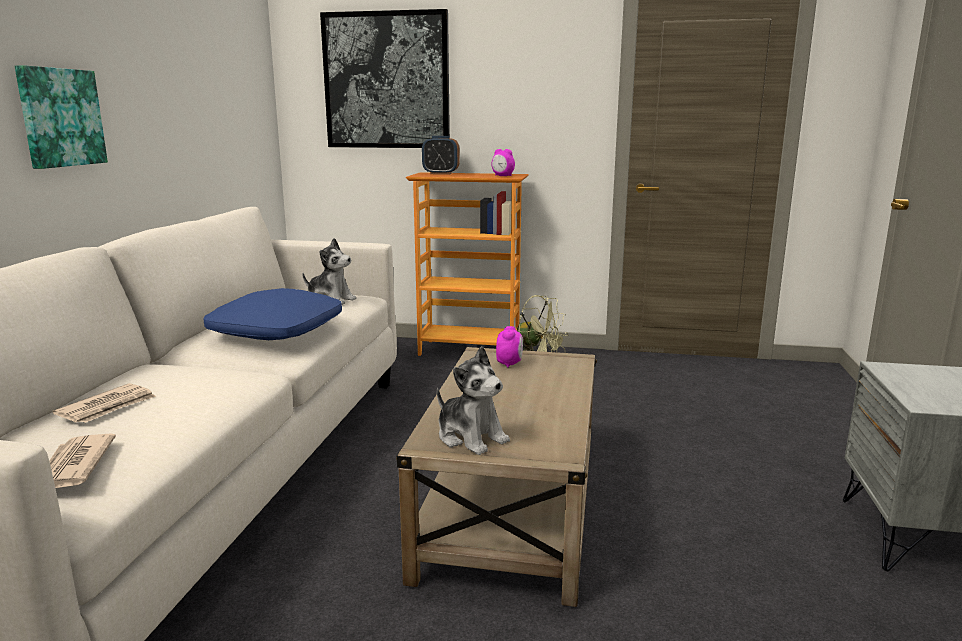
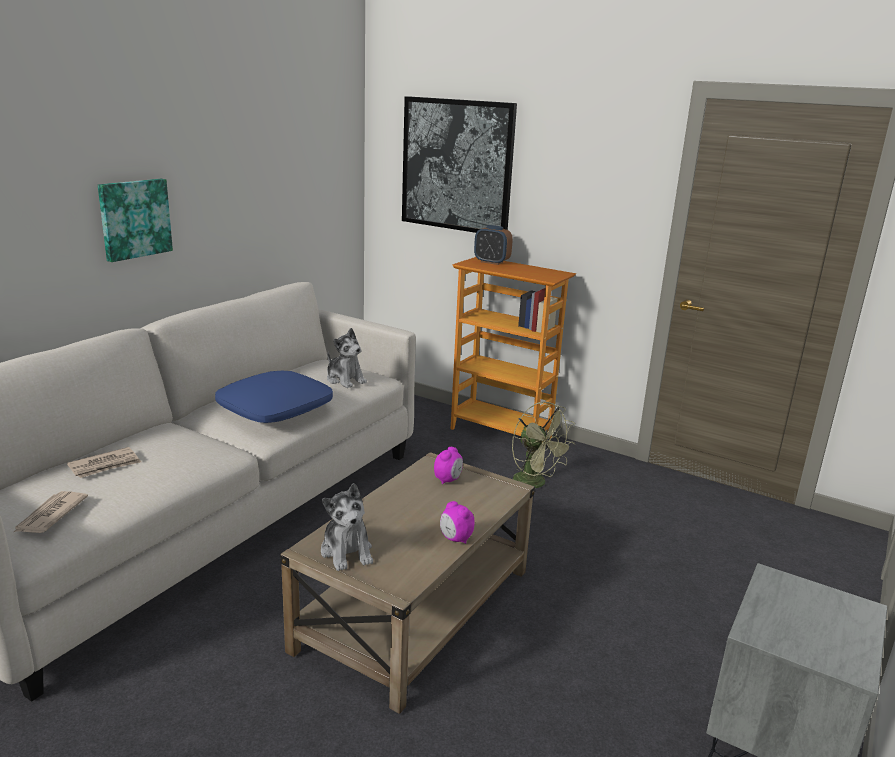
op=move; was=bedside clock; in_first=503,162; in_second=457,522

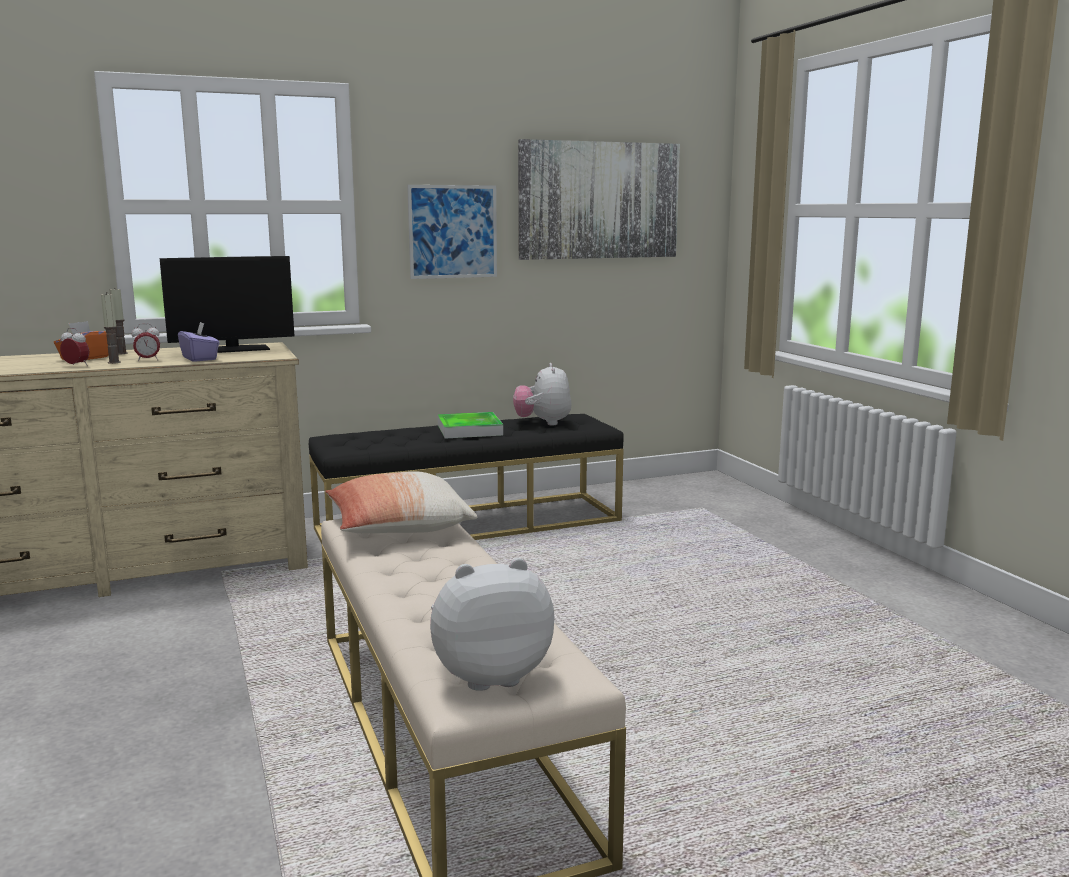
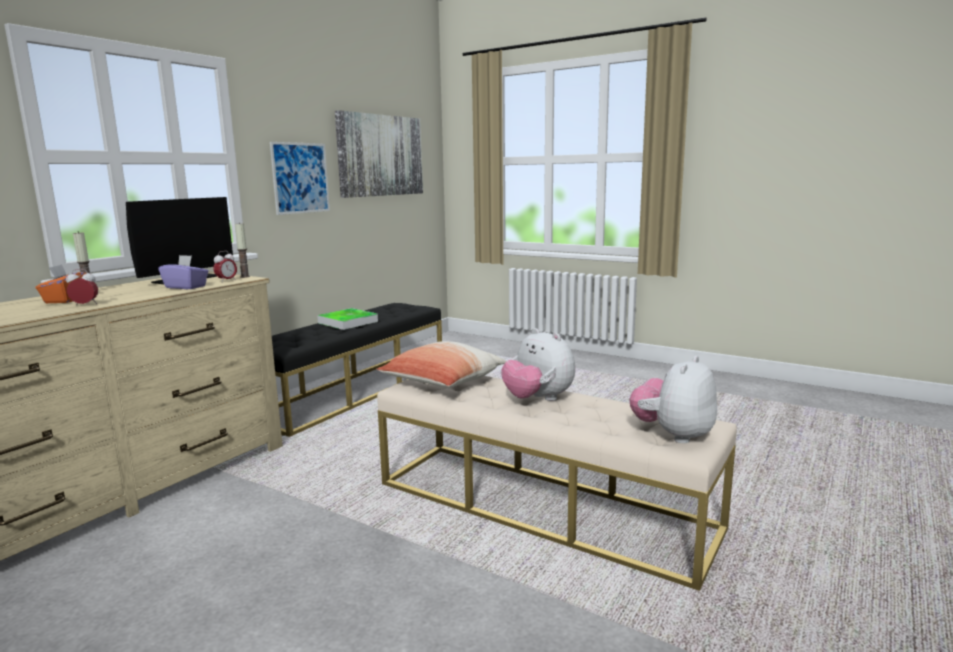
op=move; was=bedside clock; in_first=146,342; in_second=225,267
op=move; was=wax light; in_first=111,328; in_second=242,250
op=move; was=soft toy; in_first=542,394; in_second=538,364

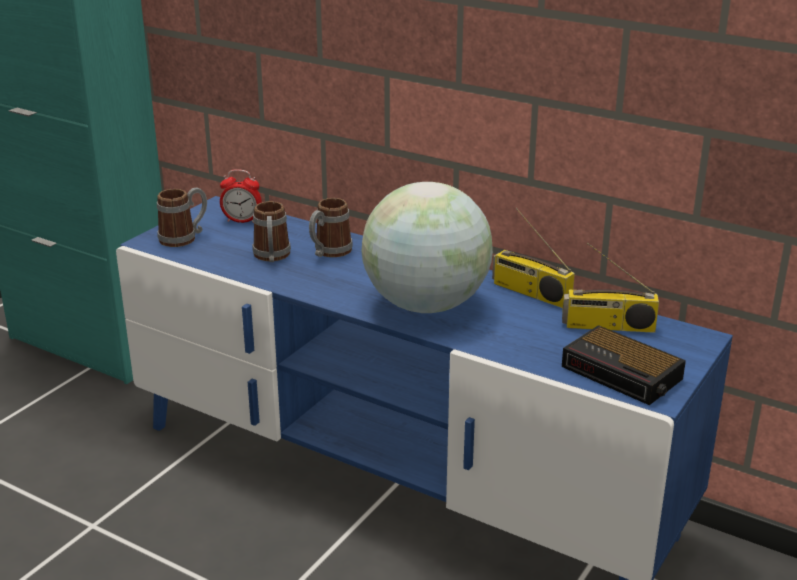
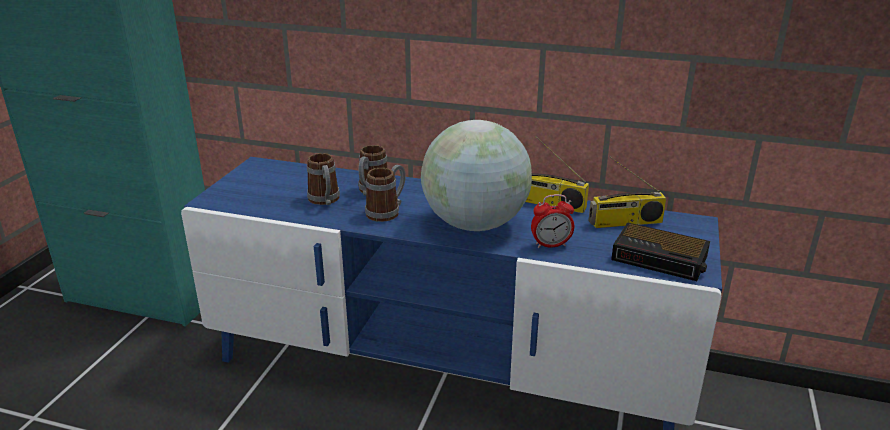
op=move; was=mug; in_first=182,217; in_second=385,193
op=move; was=bedside clock; in_first=241,196; in_second=552,221

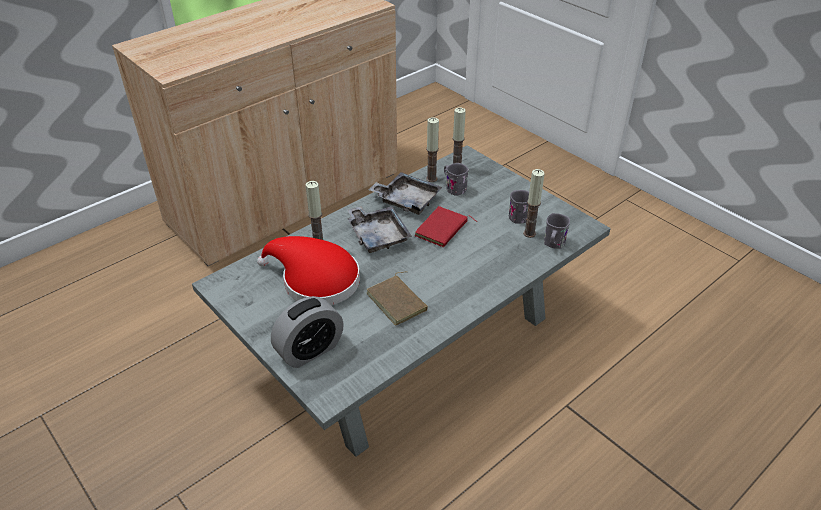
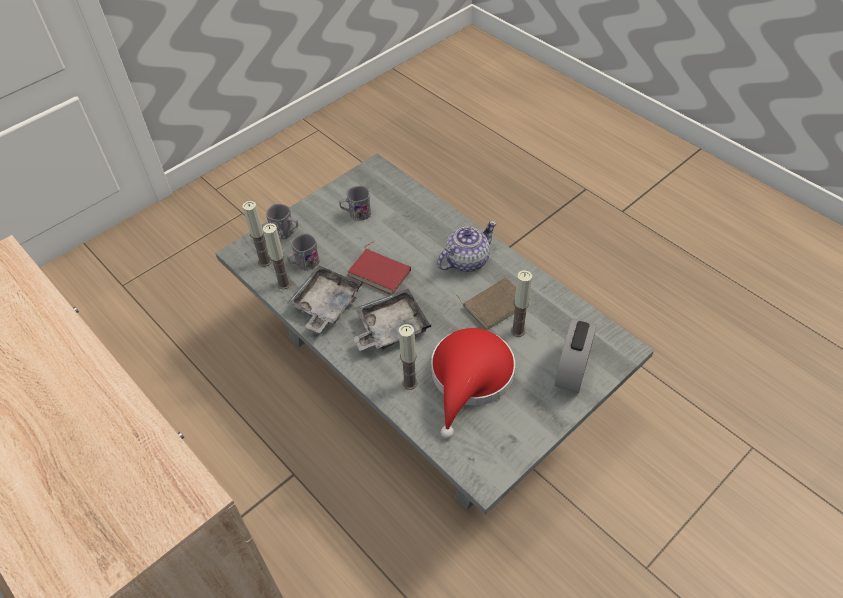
op=move; was=gray mug; in_first=557,231; in_second=282,221
op=insert; now=tea pot; in_second=467,246
op=move; was=wax light; in_first=534,203; in_second=521,303
op=rotate; was=bedside clock; in_first=307,332; in_second=575,355; clockwise=60

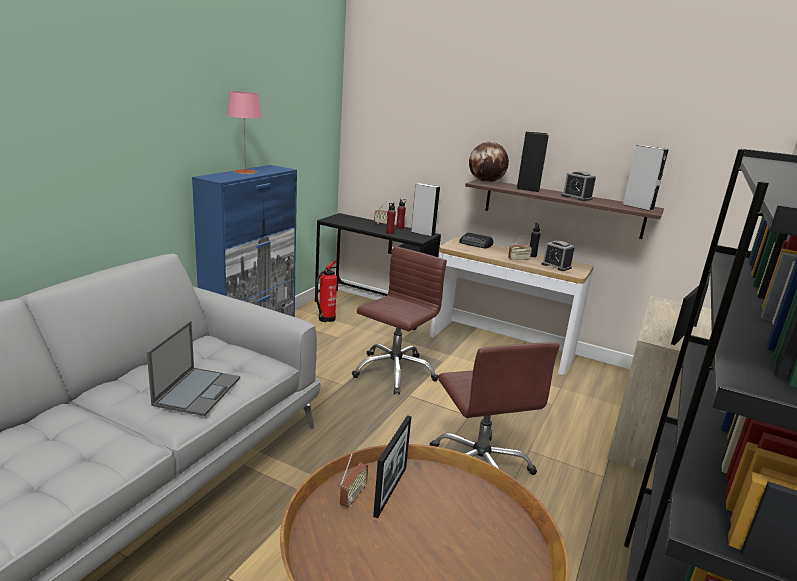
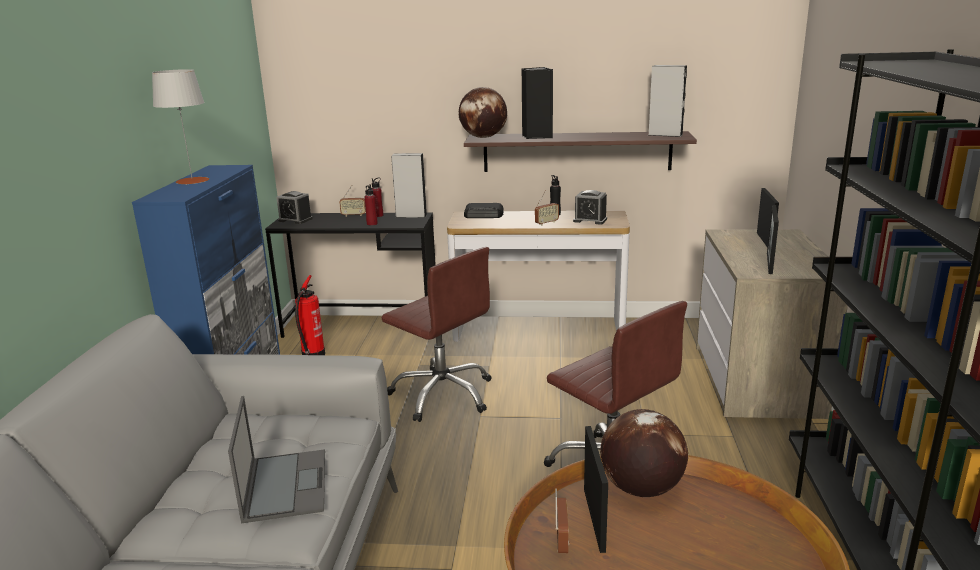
op=recolor; was=pink-coloured lamp for a table; now=gray lamp for a table; in_first=244,132; in_second=180,127
op=move; was=bedside clock; in_first=578,186; in_second=294,207
op=rotate; was=brown-coloured office chair; in_first=399,320; in_second=436,334; clockwise=120
op=insert; now=desk globe; in_second=644,453

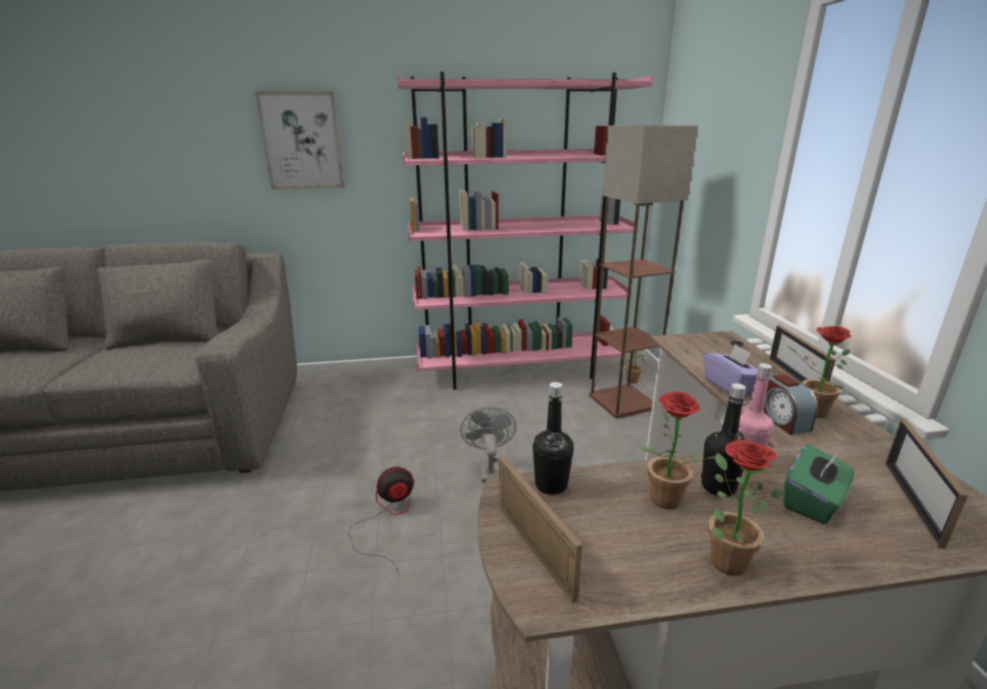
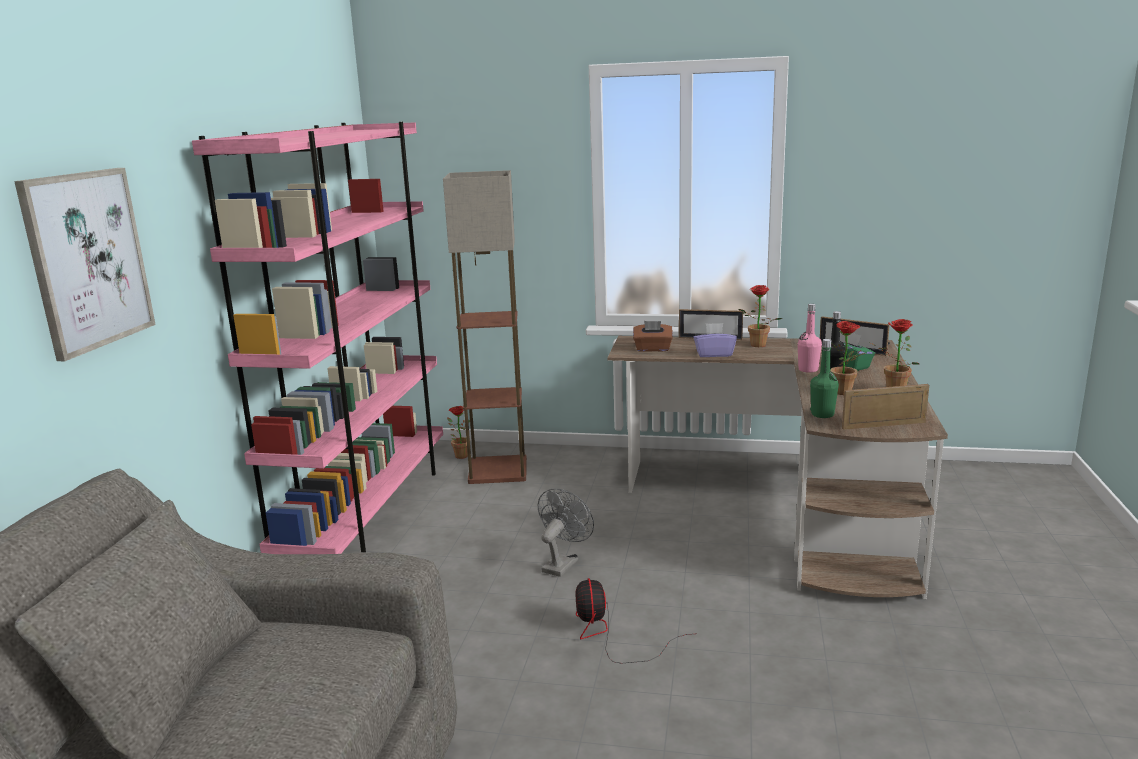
op=rotate; was=gray fan; in_first=488,445; in_second=566,532; clockwise=105
op=insert; now=brown-coloured tissue box; in_second=653,336
op=recolor; was=blackish drink bottle; now=green drink bottle; in_first=553,438; in_second=824,378
op=delete; was=bedside clock; in_first=791,404

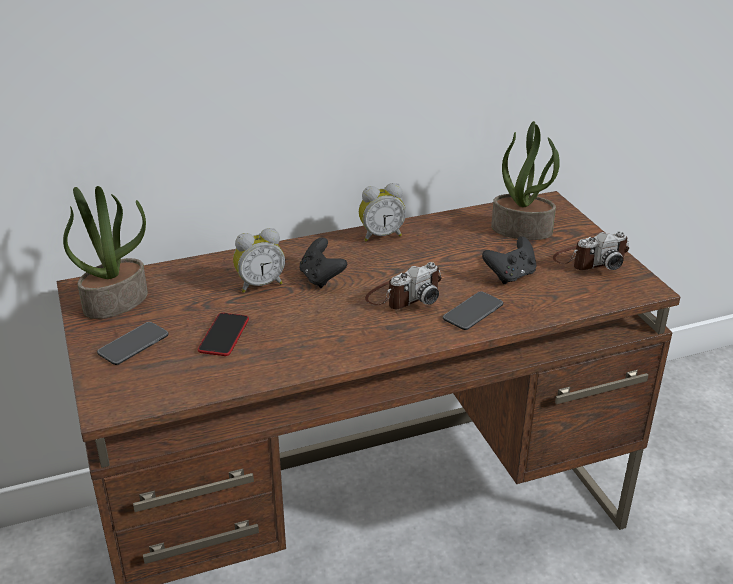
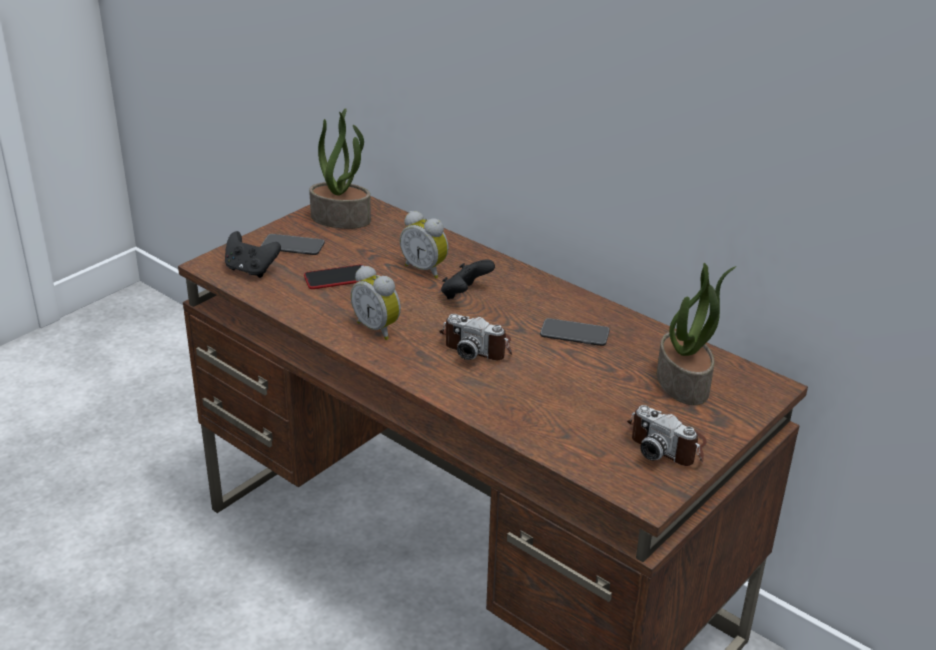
op=move; was=blackish joypad; in_first=509,260; in_second=253,254
op=move; was=bedside clock; in_first=382,212; in_second=376,303
op=move; was=phone; in_first=473,310; in_second=575,332

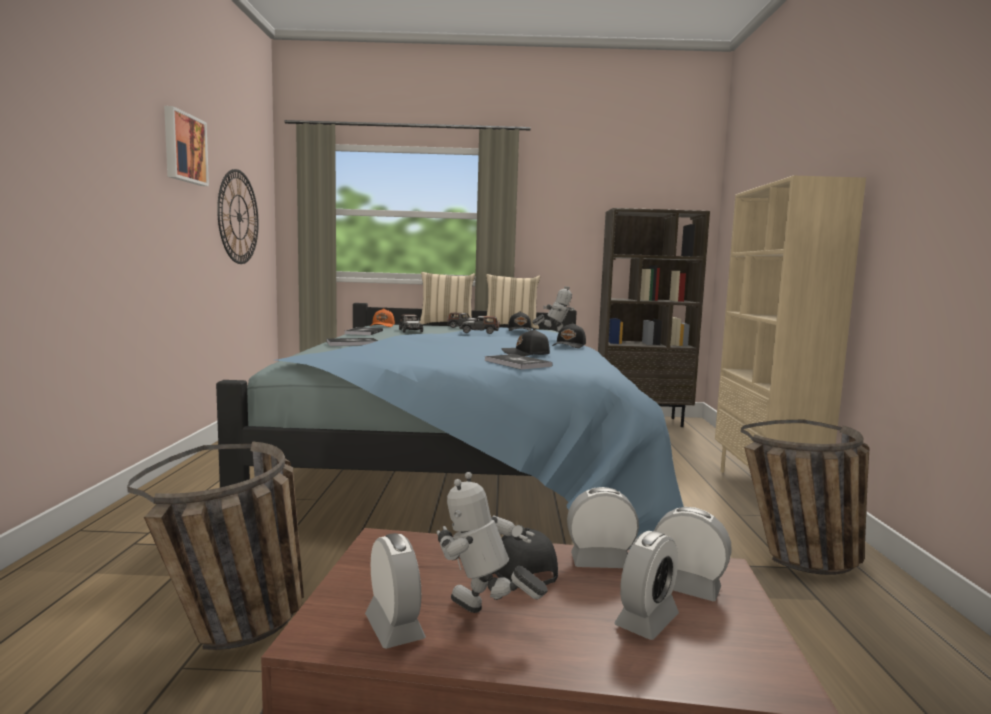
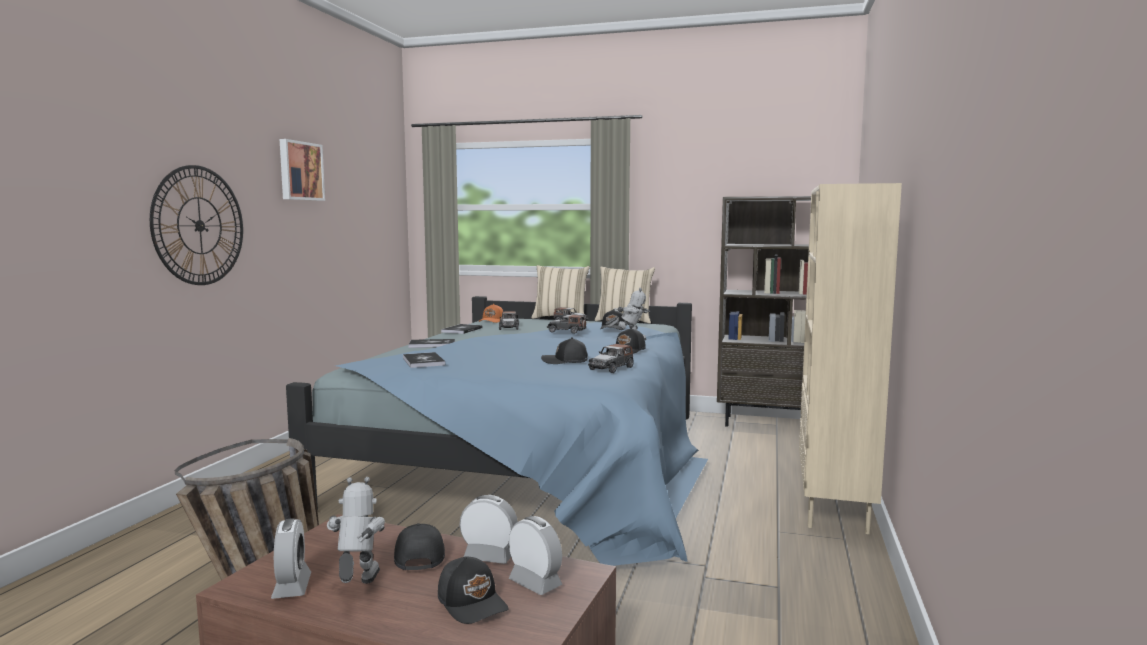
op=move; was=hanging clock; in_first=238,216; in_second=196,225
op=rotate; was=robot figure; in_first=492,542; in_second=356,530; clockwise=45
op=move; was=bound book; in_first=518,362; in_second=424,360
op=replace; was=bedside clock; now=blackish baseball cap; in_first=646,585; in_second=473,590
op=insert; now=model car; in_second=610,358
op=delete; was=household basket; in_first=805,497

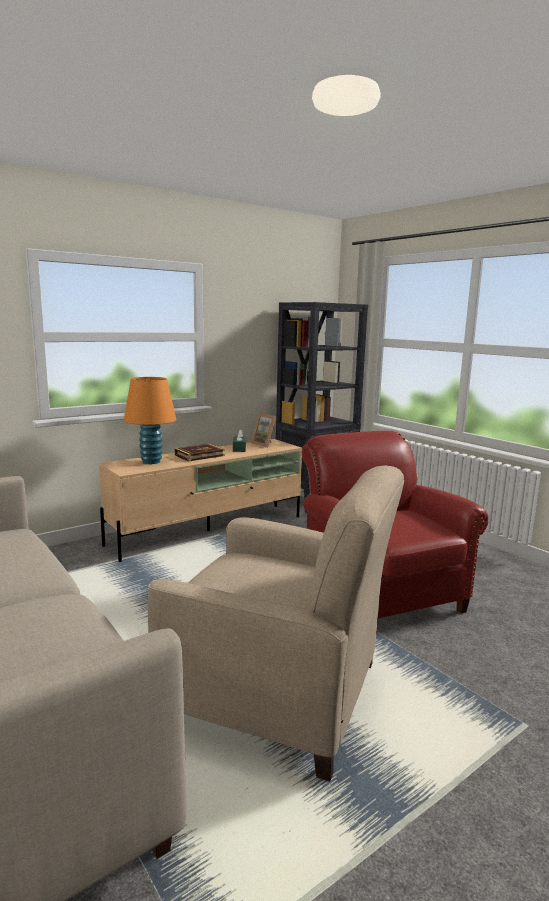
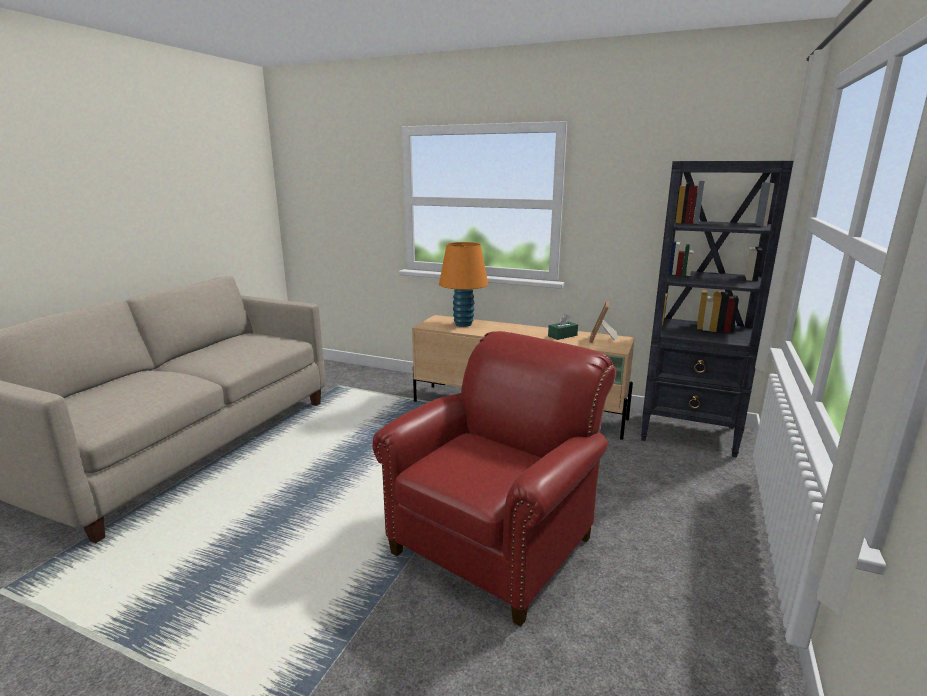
op=delete; was=beige-coloured easy chair; in_first=276,624
op=delete; was=bound book; in_first=200,453

